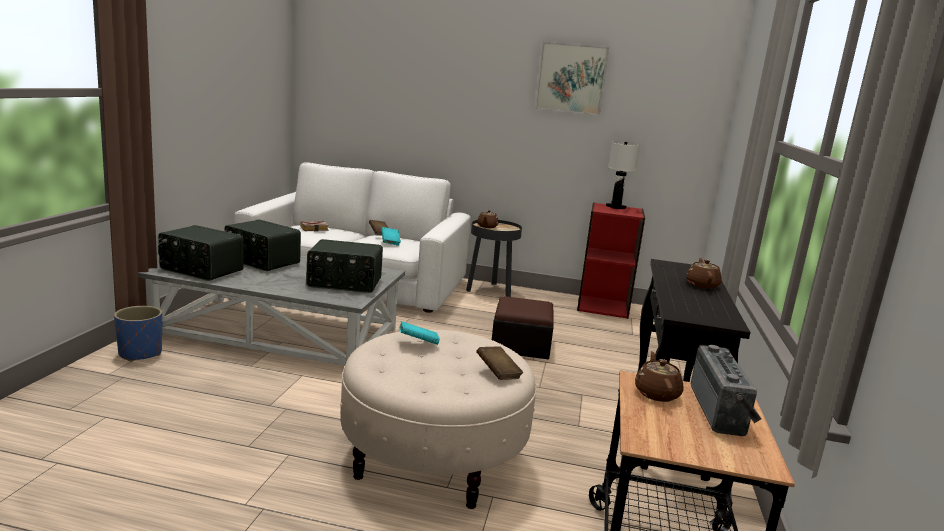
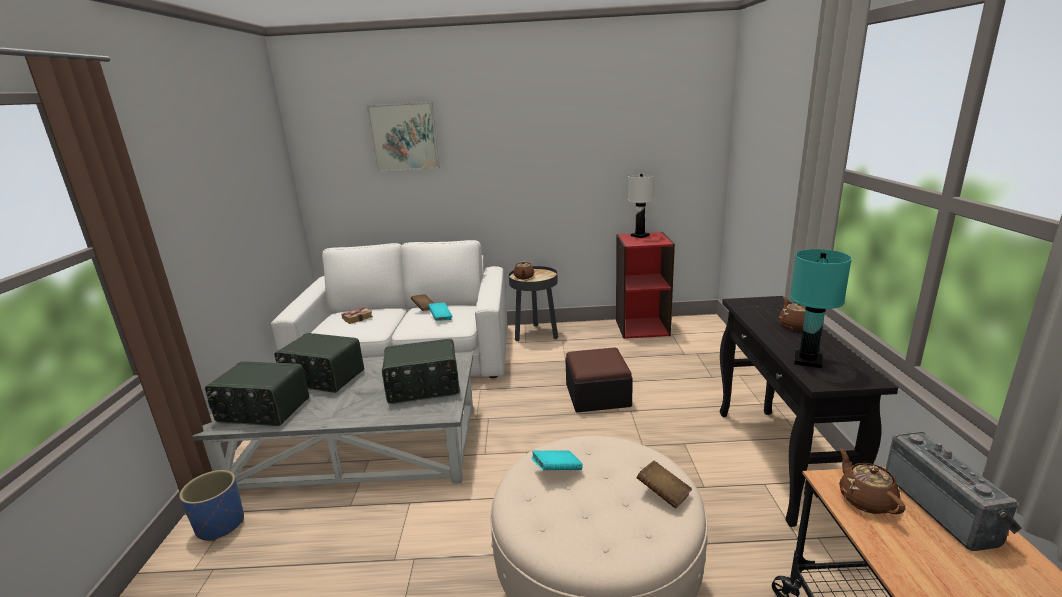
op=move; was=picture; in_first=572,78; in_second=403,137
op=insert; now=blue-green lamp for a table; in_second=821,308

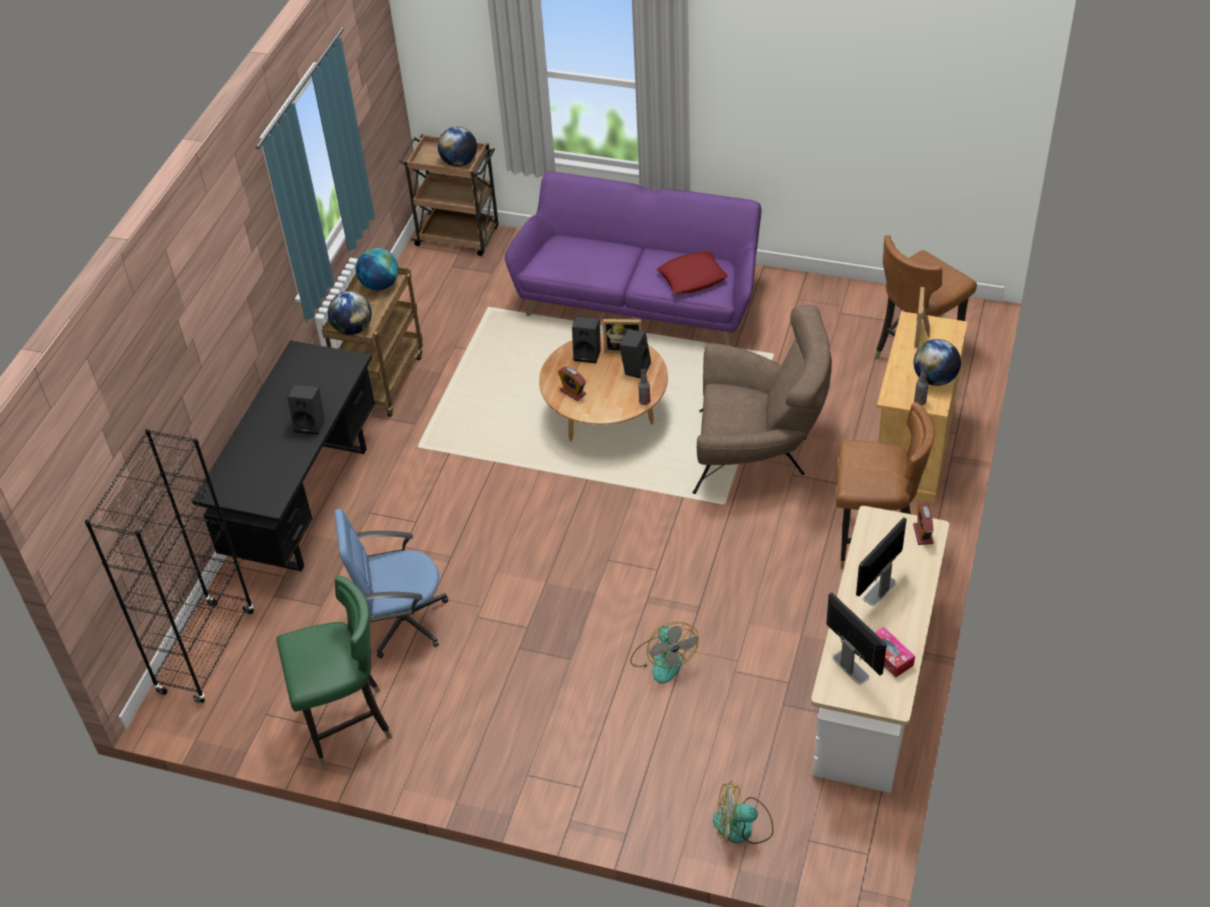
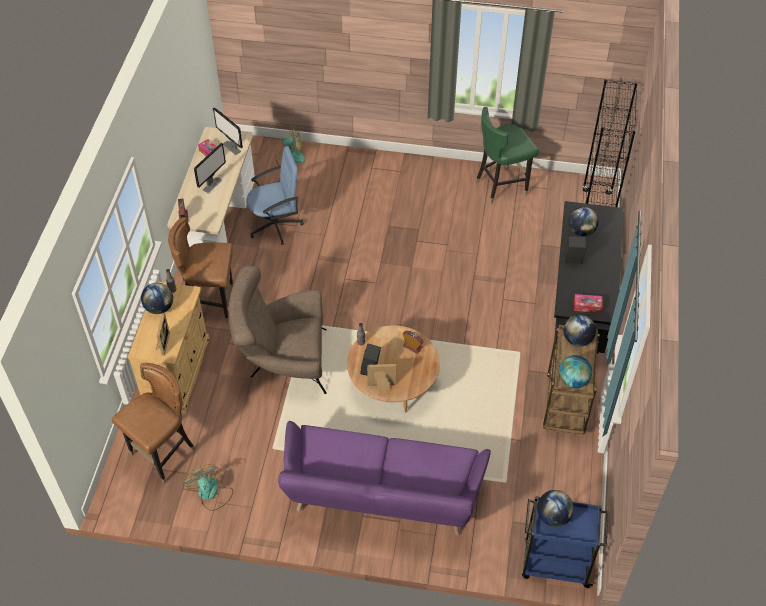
op=move; was=fan; in_first=664,652; in_second=208,487
op=move; was=blue office chair; in_first=391,583; in_second=275,195
op=recolor; was=brown-coloured cart; now=blue cart; in_first=449,195; in_second=565,542
op=insert; now=desk globe; in_second=583,221
op=insert; now=tissue box; in_second=588,303
op=delete; was=blackish audio speaker; in_first=586,339
op=delete; was=red-coloured cushion; in_first=692,273

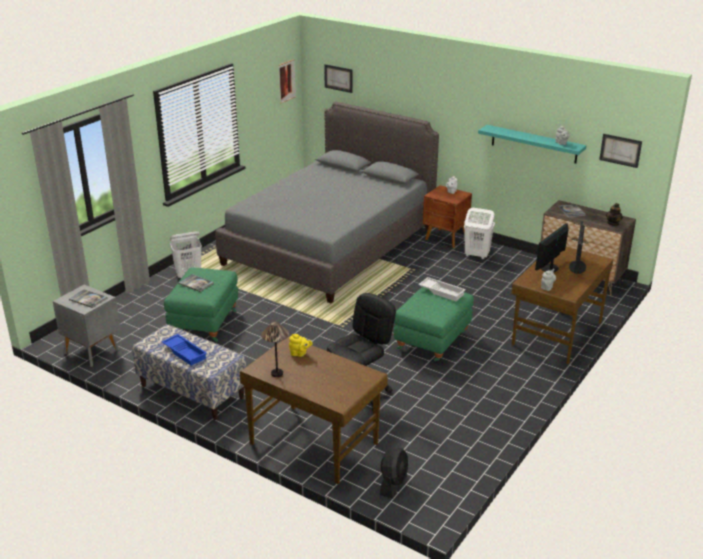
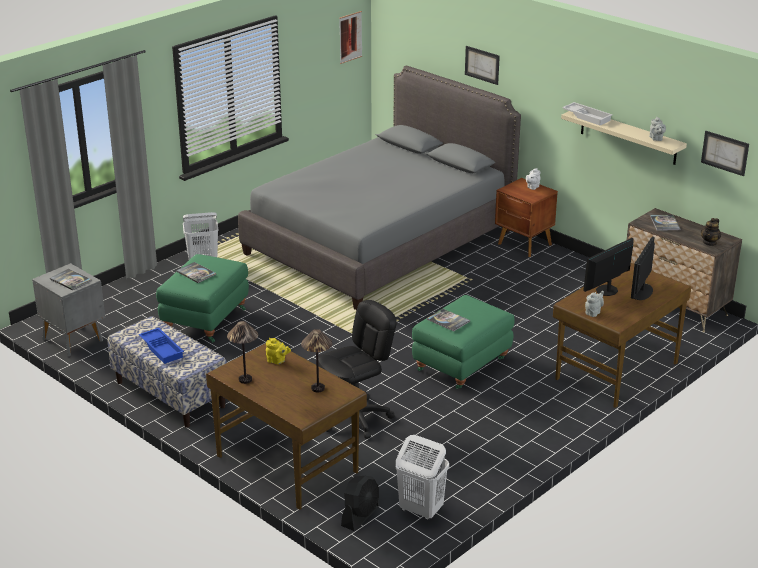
op=insert; now=lamp for a table; in_second=317,360
op=move; was=whitish washing basket; in_first=479,234; in_second=422,477
op=insert; now=bound book; in_second=448,320
op=move; was=picture; in_first=338,78; in_second=482,65
op=recolor; was=blue-green shelf; now=beige-coloured shelf; in_first=532,144; in_second=624,138
op=move; was=whitish tray; in_first=442,289; in_second=587,113

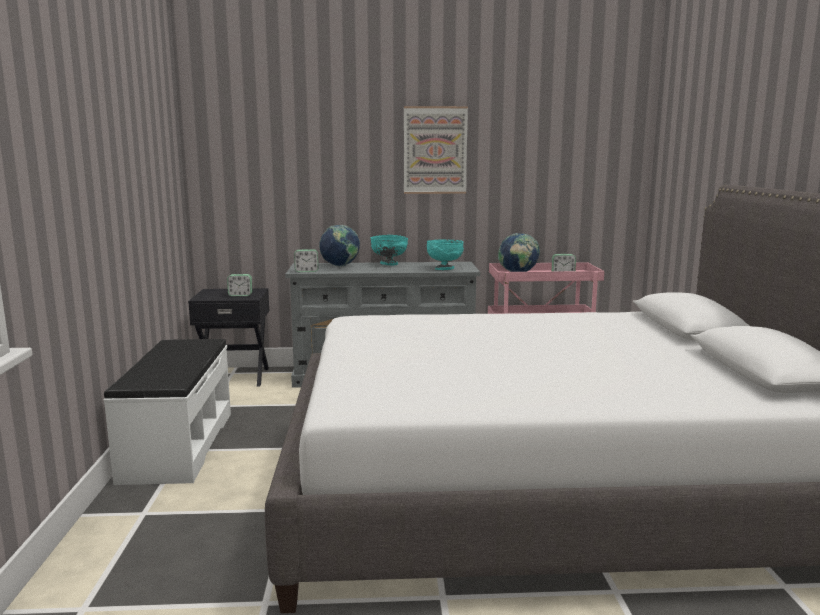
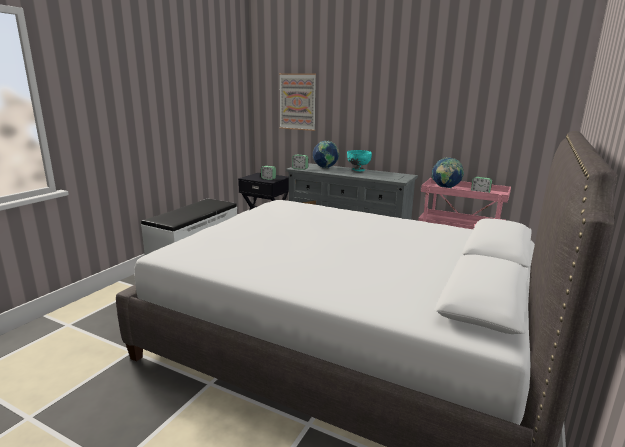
op=move; was=picture; in_first=436,150; in_second=297,102
op=delete; was=blue-green bowl; in_first=445,255

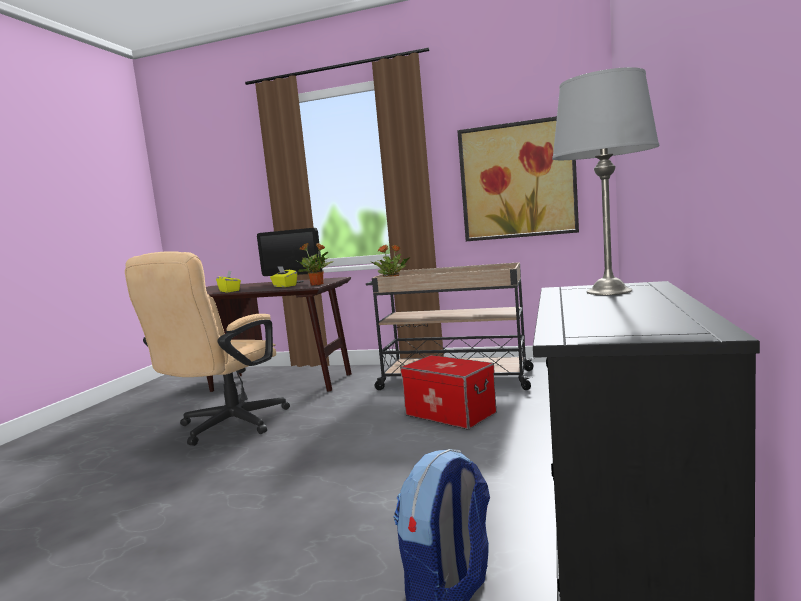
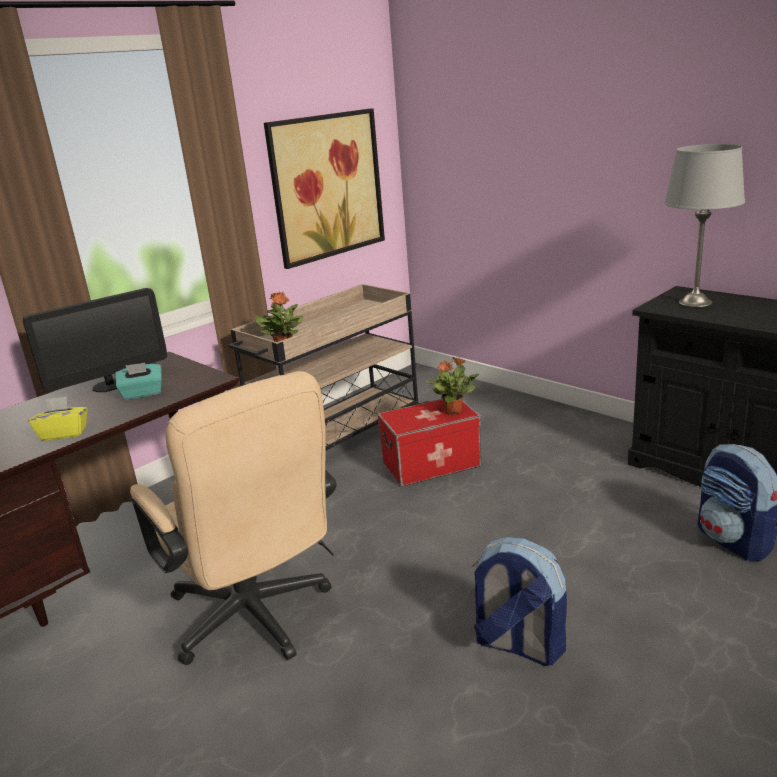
op=recolor; was=yellow tissue box; now=blue-green tissue box; in_first=283,276; in_second=139,381
op=move; was=potted plant; in_first=314,264; in_second=452,386
op=insert; now=knapsack; in_second=519,601

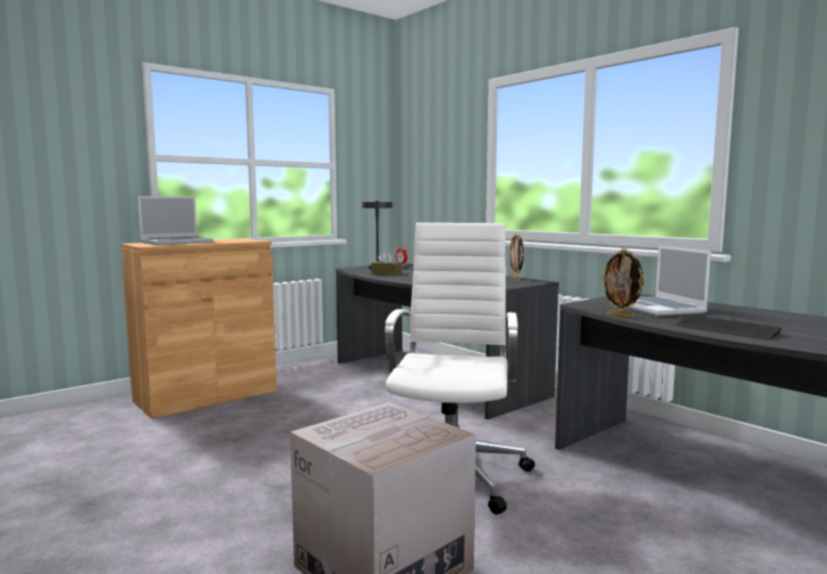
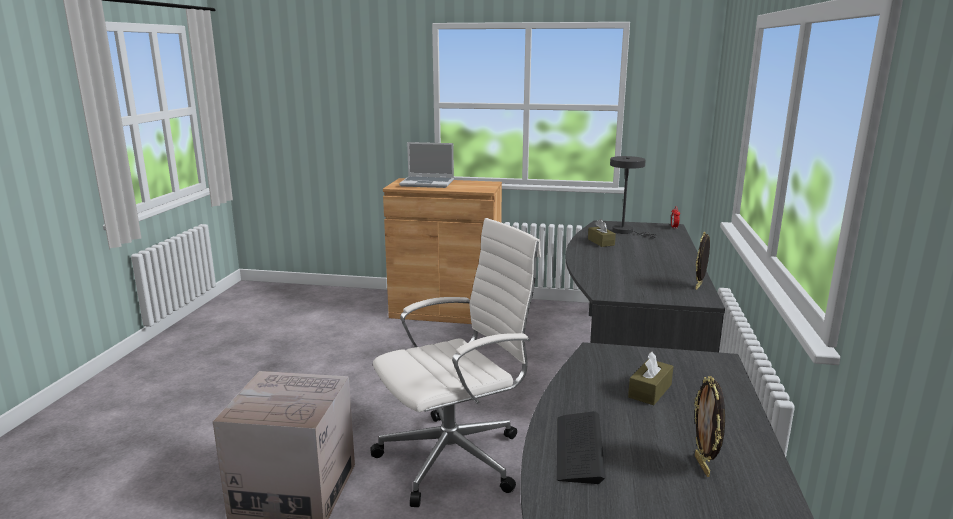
op=replace; was=laptop; now=brown-coloured tissue box; in_first=669,281; in_second=650,378
op=move; was=photo frame; in_first=623,283; in_second=709,426

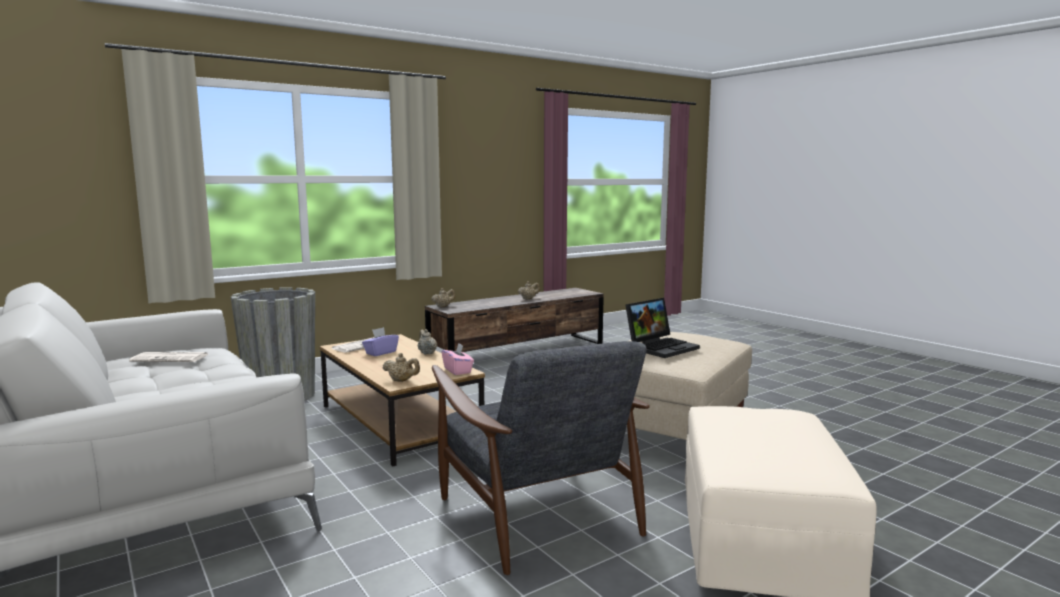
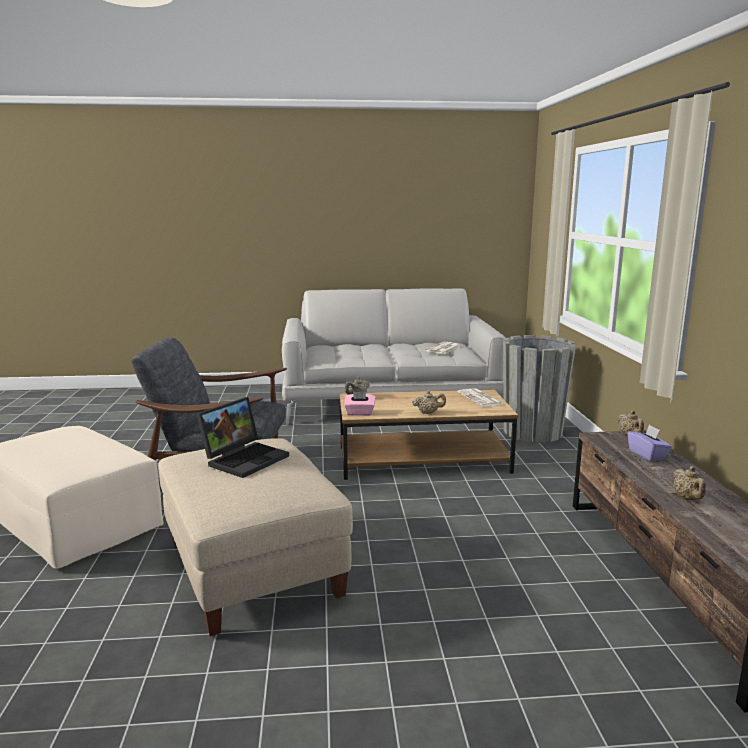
op=rotate; was=laptop; in_first=662,328; in_second=242,437; clockwise=-135
op=move; was=purple-coloured tissue box; in_first=380,341; in_second=650,443

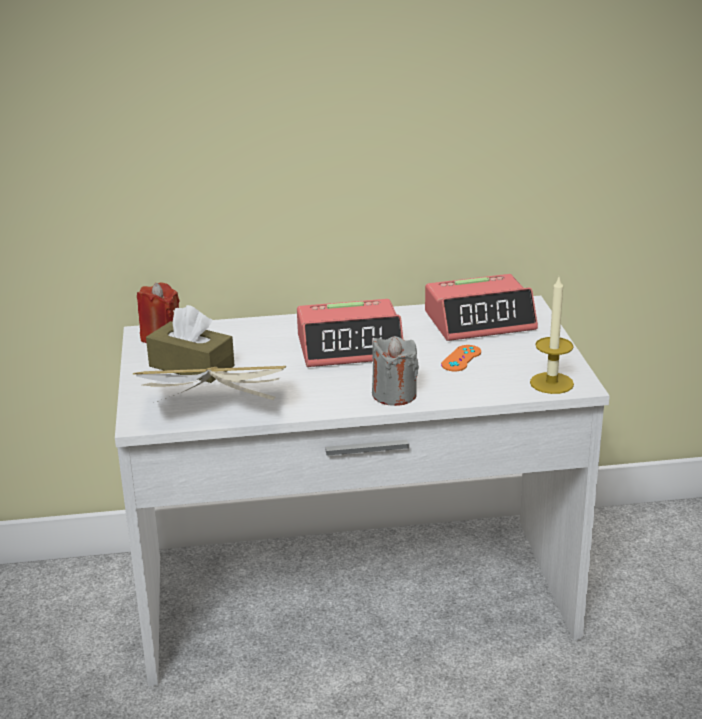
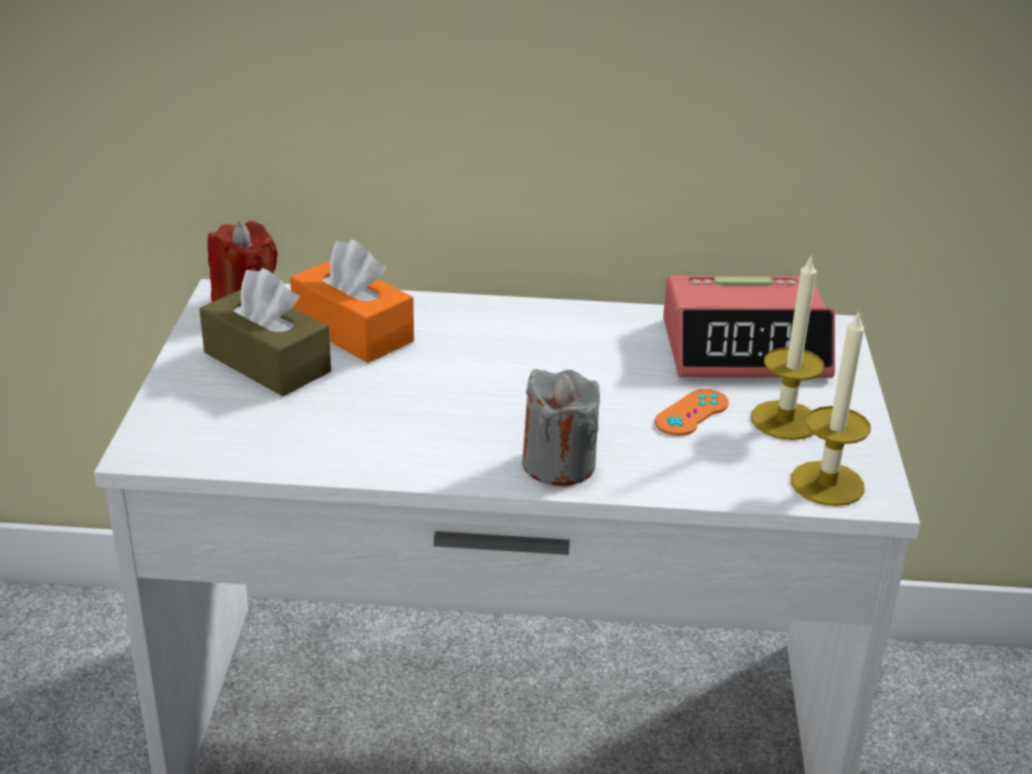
op=insert; now=orange-coloured tissue box; in_second=352,301
op=insert; now=wax light; in_second=787,347
op=delete; was=bound book; in_first=209,384
op=delete; was=bedside clock; in_first=350,333

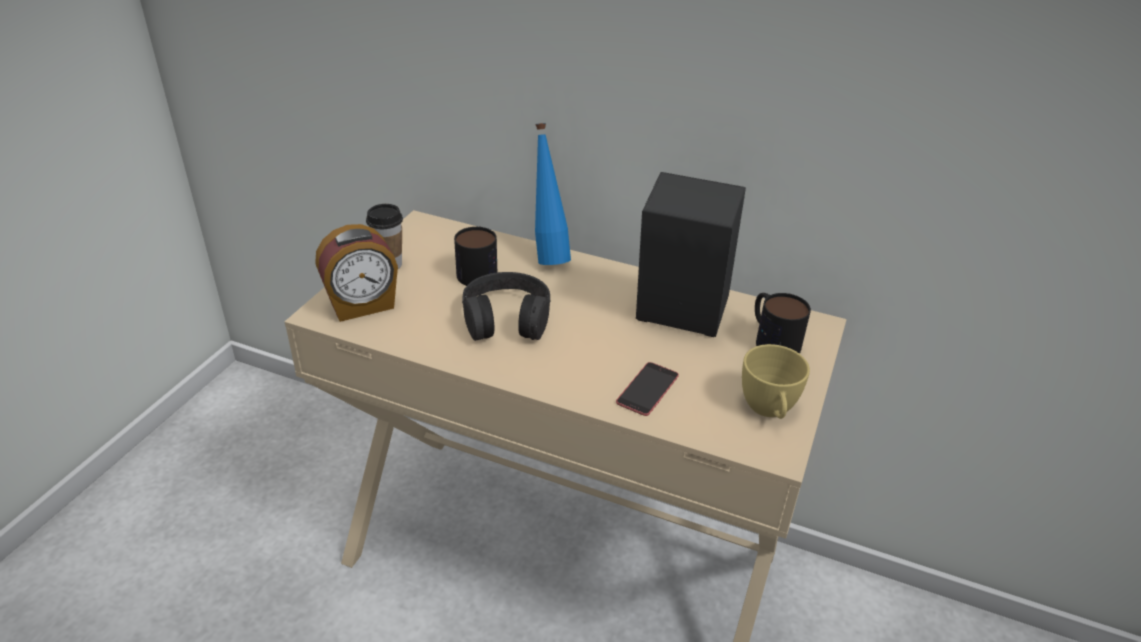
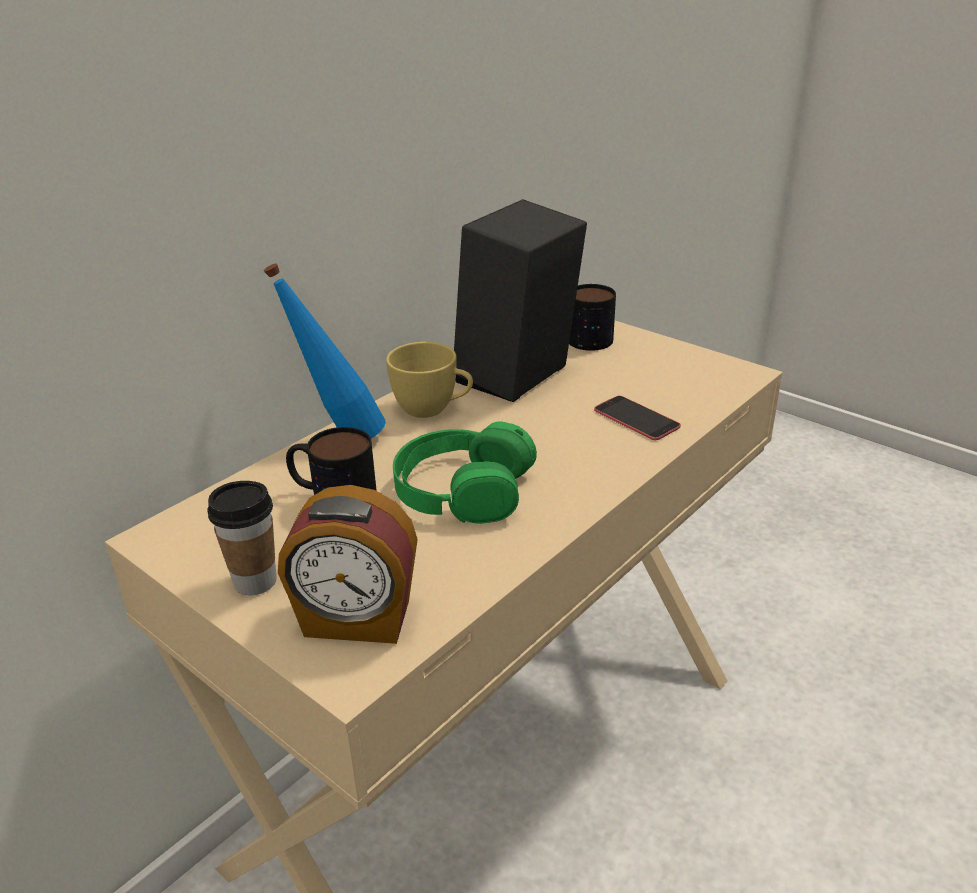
op=rotate; was=bedside clock; in_first=356,273; in_second=348,564; clockwise=105
op=move; was=yellow cup; in_first=776,381; in_second=429,380
op=recolor; was=blackish headset; now=green headset; in_first=506,306; in_second=465,472

